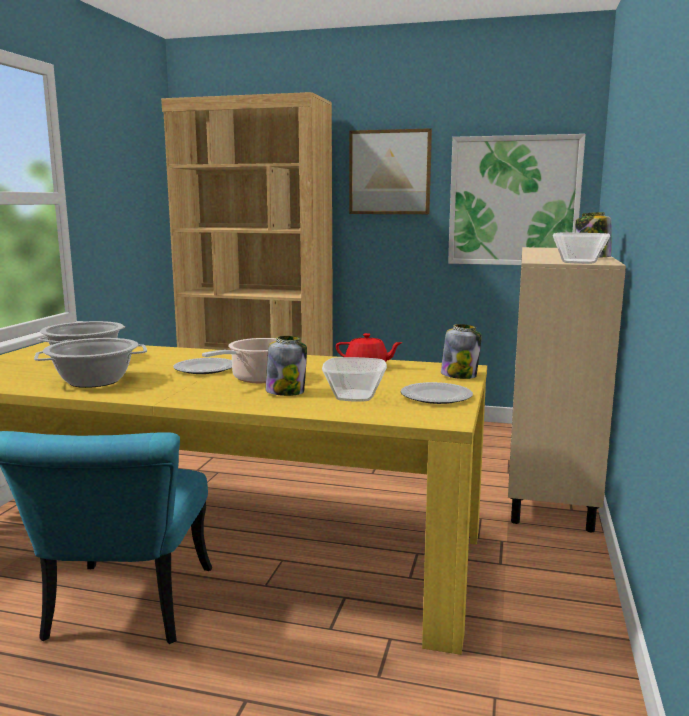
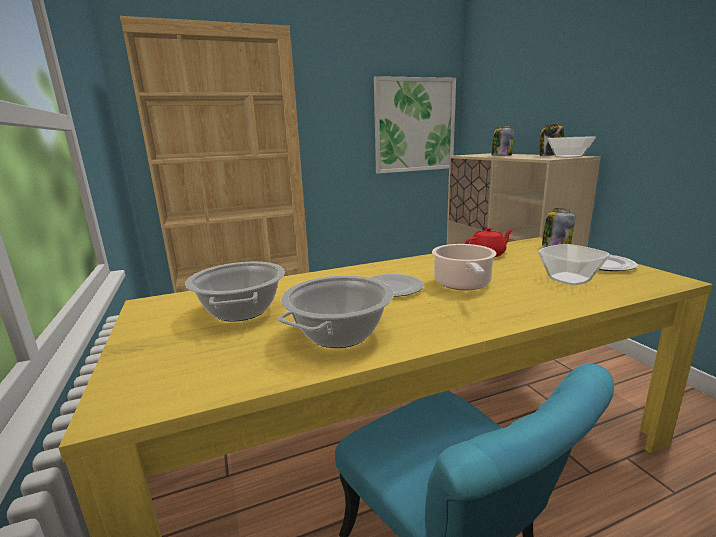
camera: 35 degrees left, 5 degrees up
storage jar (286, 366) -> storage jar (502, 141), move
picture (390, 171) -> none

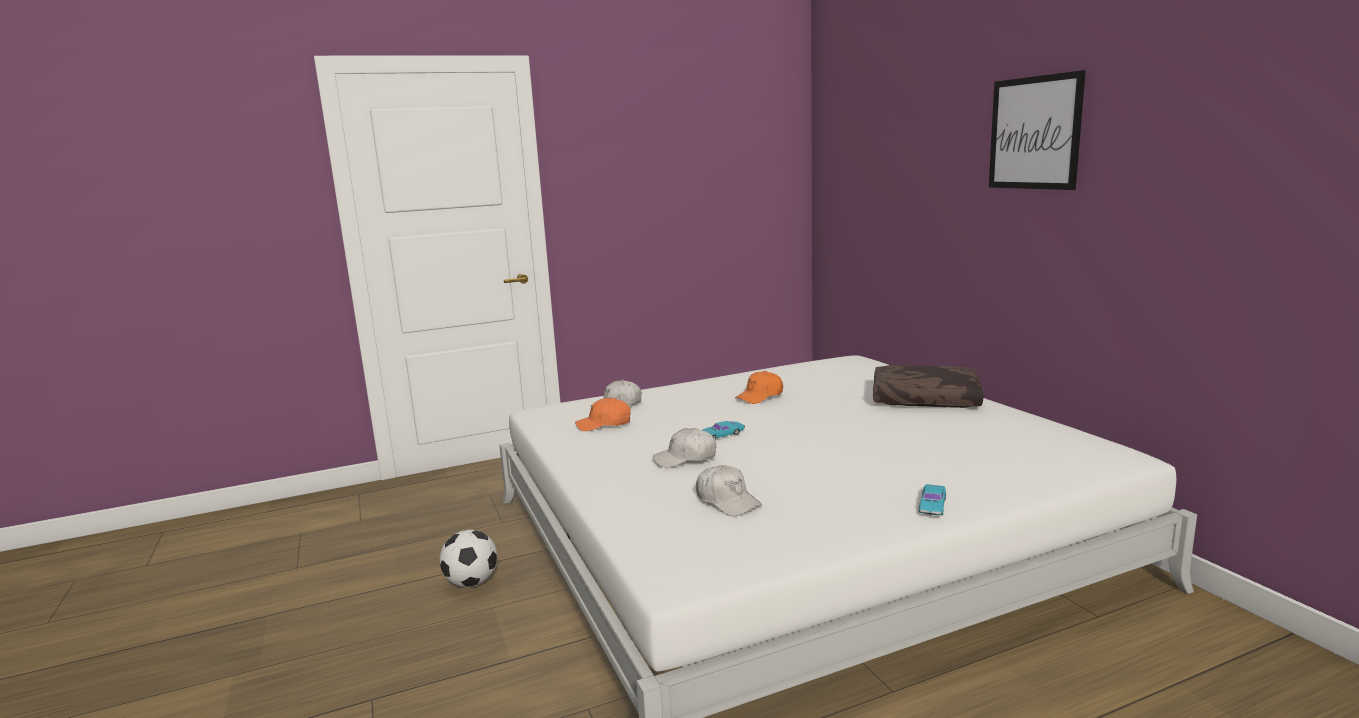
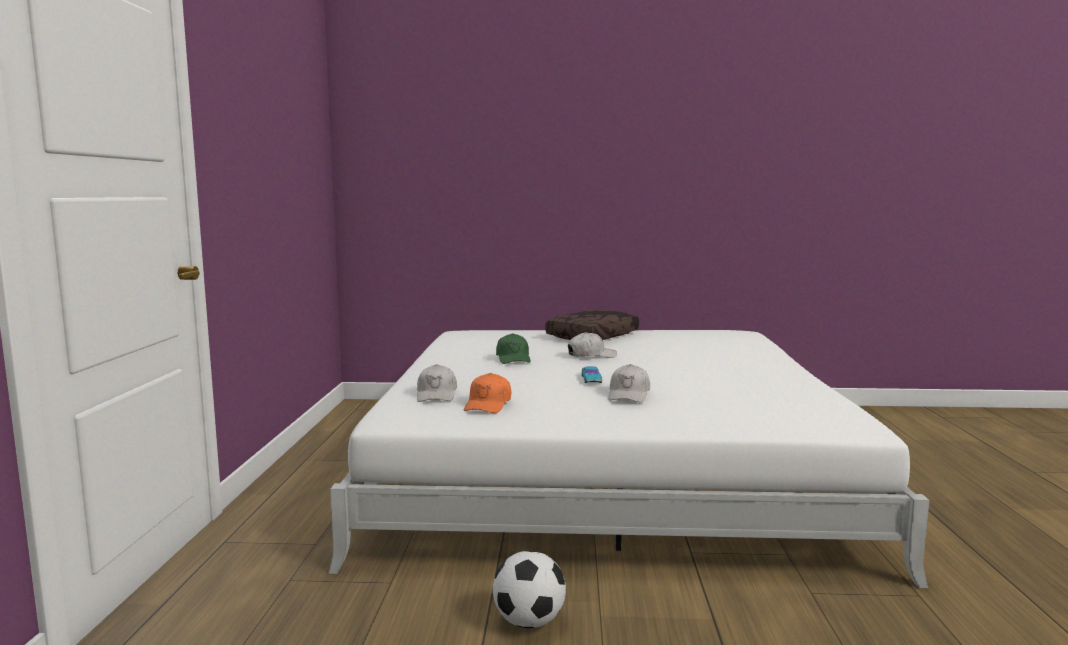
camera: 65 degrees left, 5 degrees down
baseball cap/whitish (729, 490) -> baseball cap/whitish (592, 345), move
baseball cap/orangey (759, 387) -> baseball cap/green-coloured (513, 348)
toy car/turquoise (932, 500) -> none
picture (1037, 130) -> none

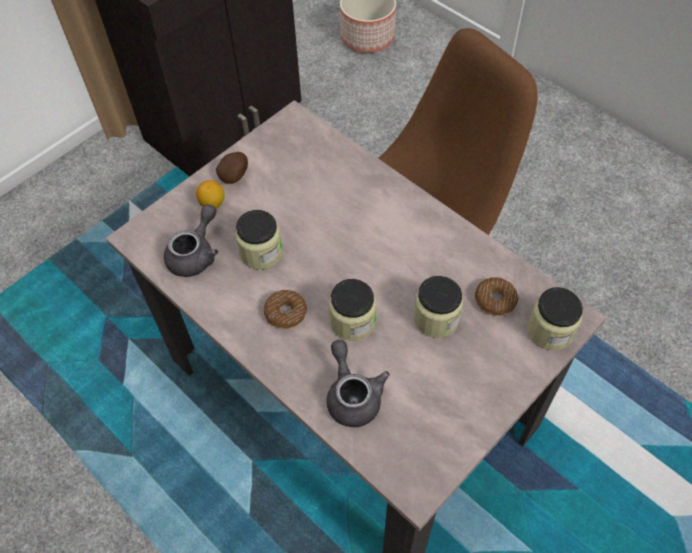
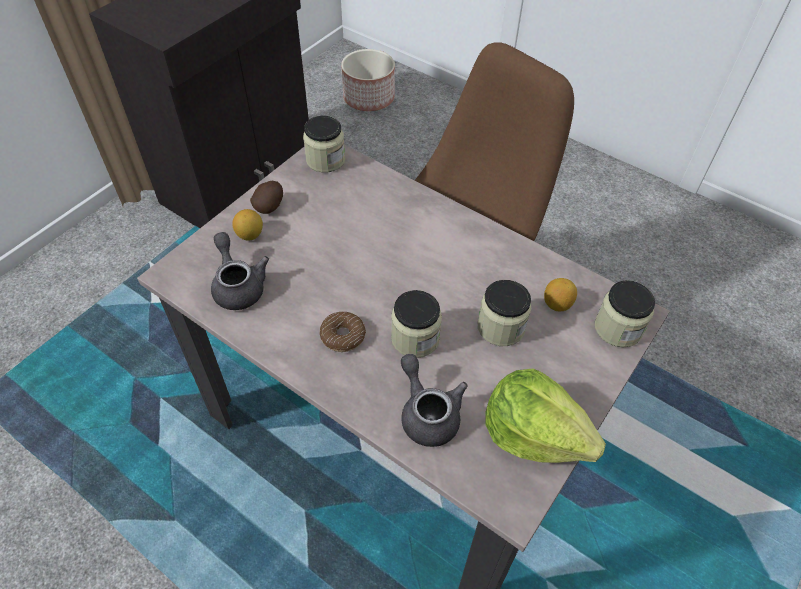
camera: 10 degrees left, 5 degrees down
pot for tea/gray (191, 240) -> pot for tea/gray (240, 271), 45 degrees counterclockwise
storage jar (259, 240) -> storage jar (324, 144), move
ring doughnut (496, 296) -> citrus fruit (560, 295)
none -> lettuce head (546, 415)

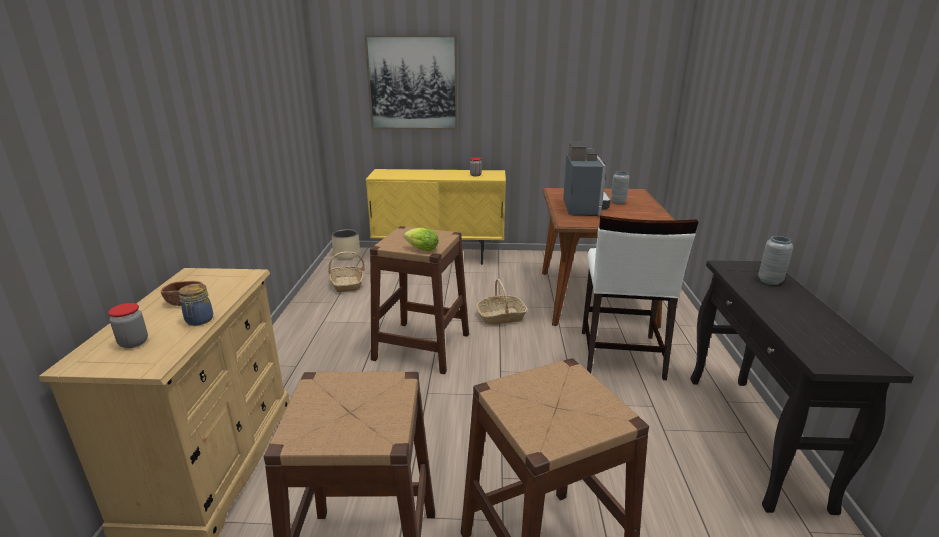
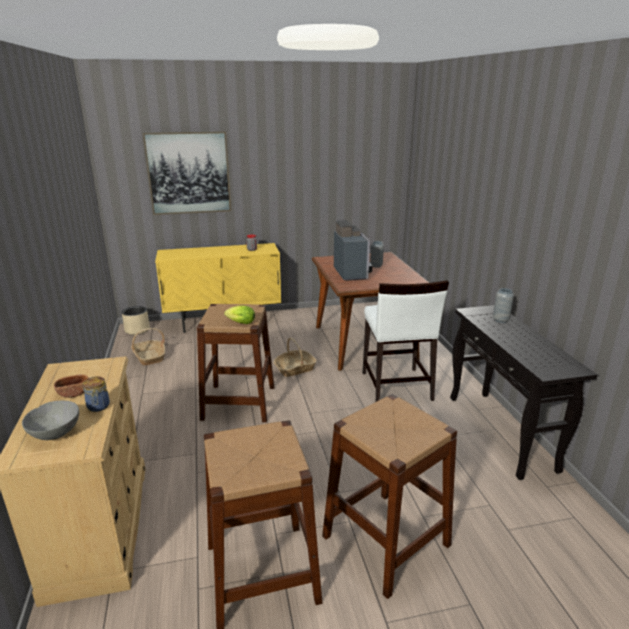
camera: 15 degrees left, 0 degrees up
storage jar (128, 325) -> serving bowl/gray (50, 420)

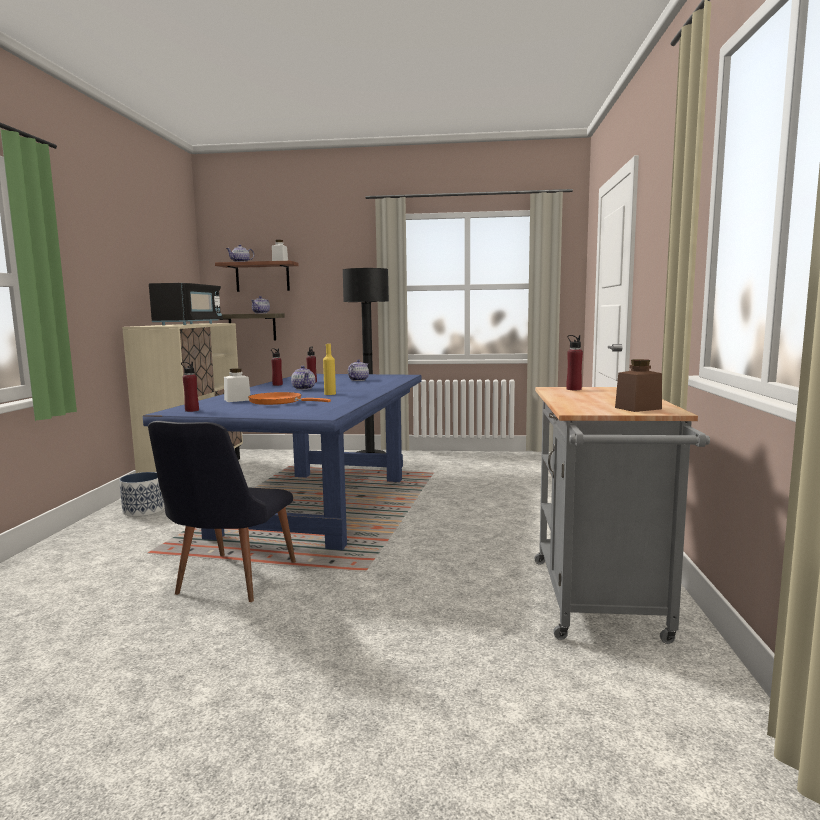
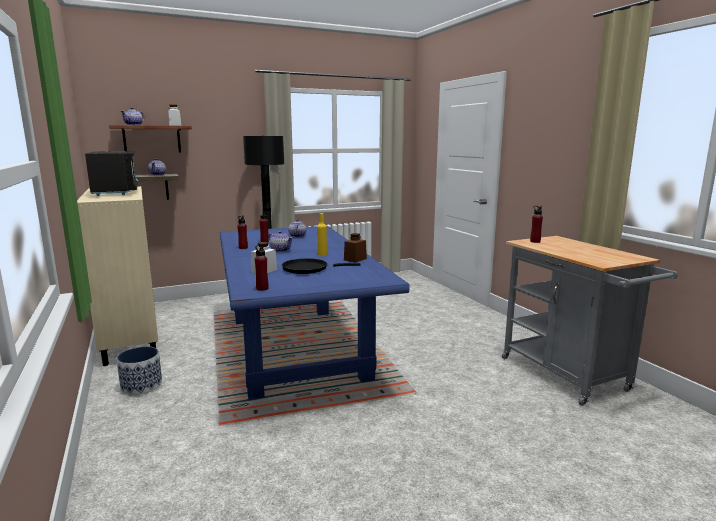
camera: 30 degrees left, 5 degrees up
upright chair/black (222, 511) -> none
frying pan/orangey (289, 398) -> frying pan/black (321, 266)
storage jar/brownish (638, 385) -> storage jar/brownish (355, 248), move

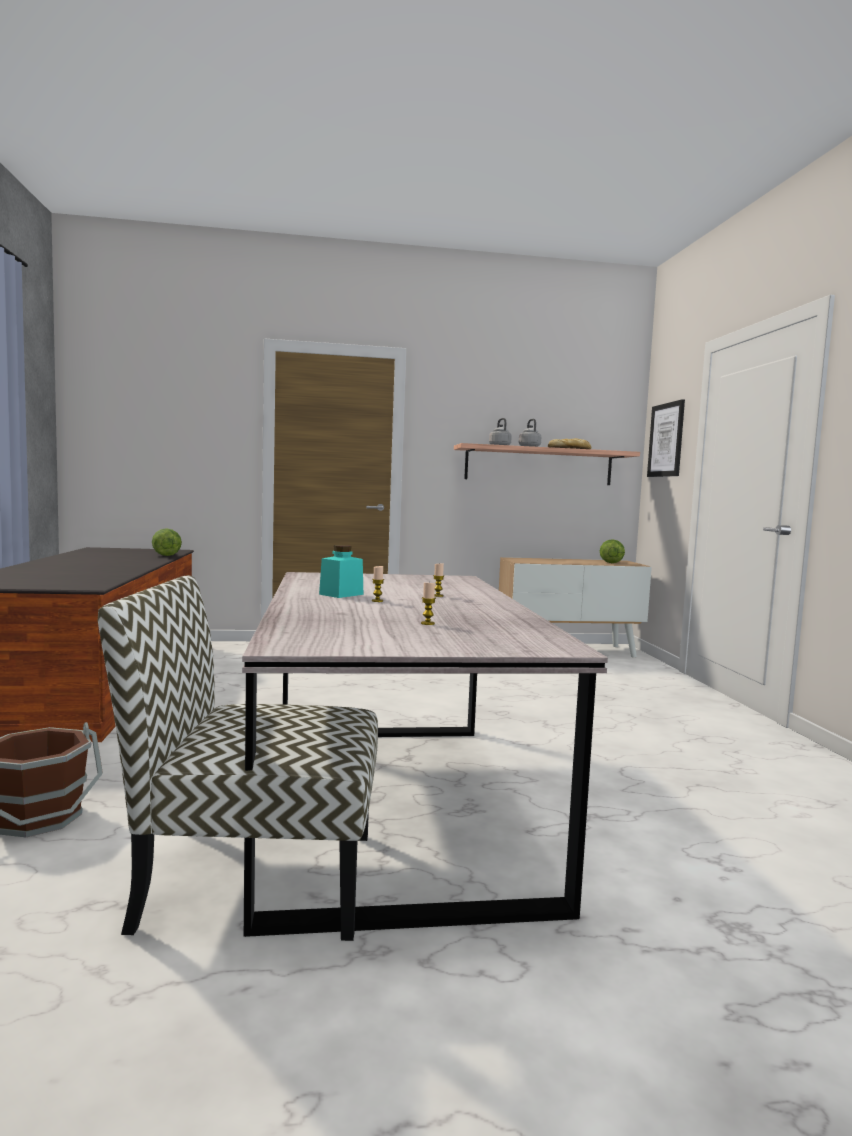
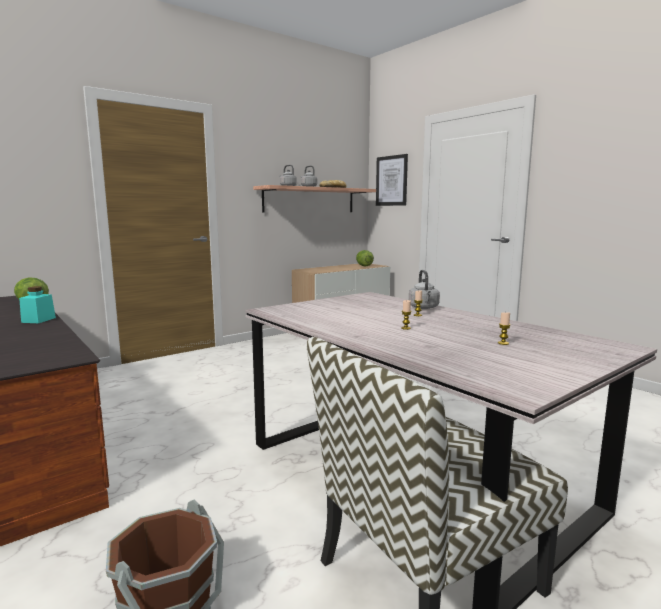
camera: 30 degrees left, 5 degrees up
storage jar/turquoise (341, 571) -> storage jar/turquoise (37, 304), move
none -> tea kettle/gray (424, 289)

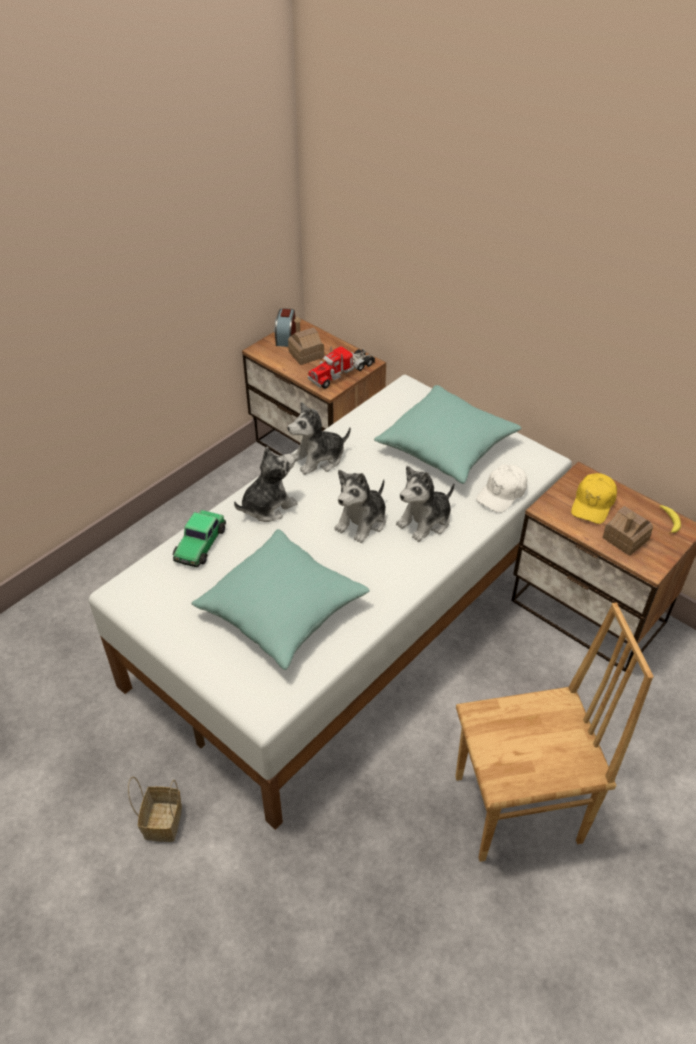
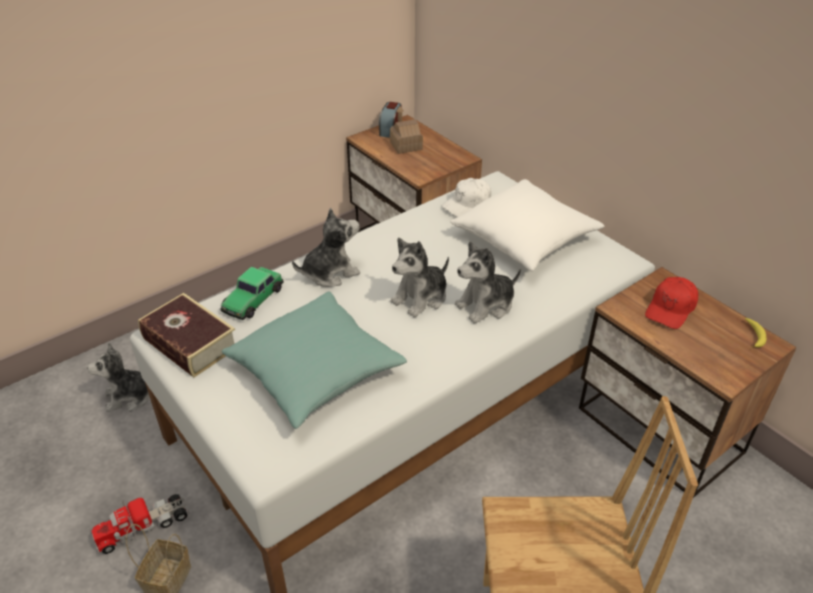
camera: 10 degrees right, 5 degrees down
soft toy (319, 438) -> soft toy (118, 377), move
toy truck (341, 367) -> toy truck (140, 524), move
throw pillow/turquoise (447, 434) -> throw pillow/whitish (527, 225)
baseball cap/whitish (501, 489) -> baseball cap/whitish (466, 197), move
baseball cap/yellow (594, 498) -> baseball cap/red-coloured (671, 303)
model house (627, 531) -> none
none -> volume (186, 335)

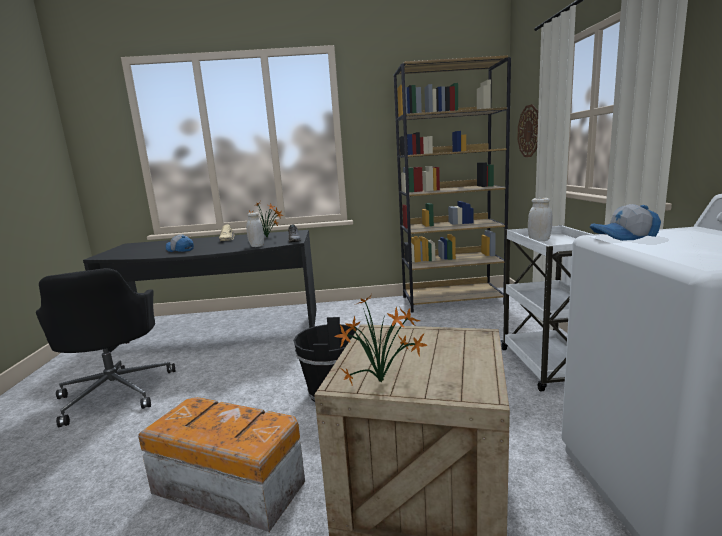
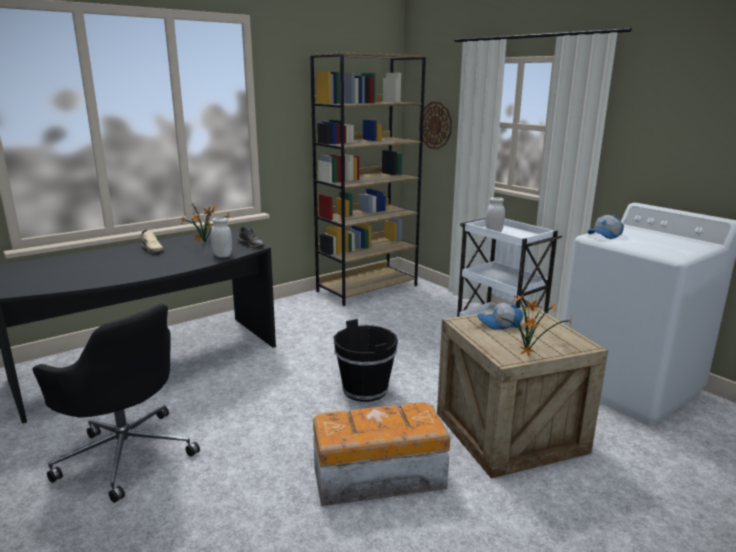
camera: 35 degrees left, 5 degrees up
baseball cap (180, 243) -> baseball cap (500, 316), move

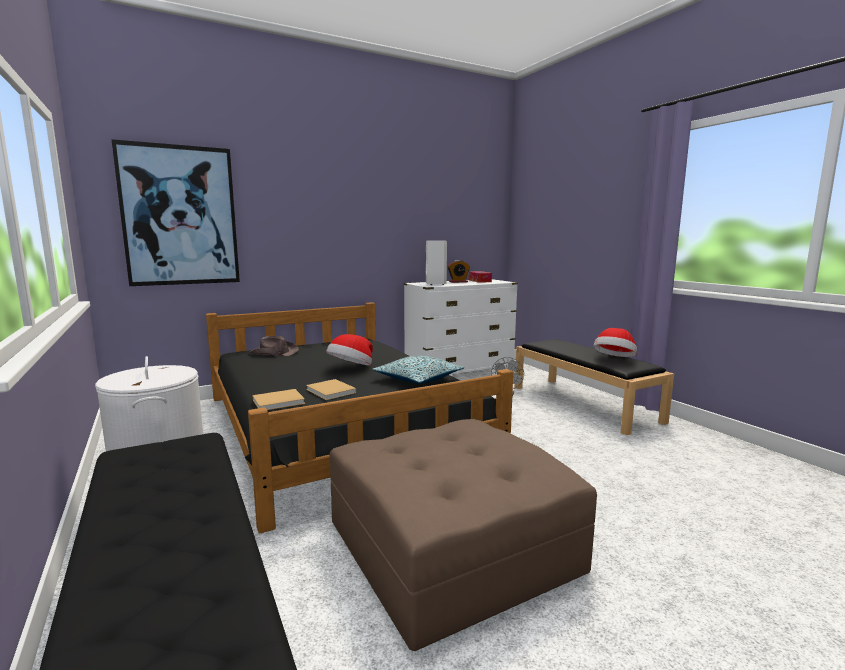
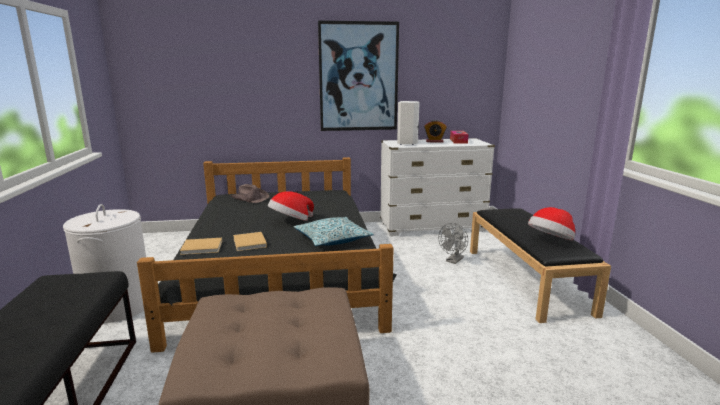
camera: 20 degrees right, 5 degrees up
picture (175, 212) -> picture (358, 75), move

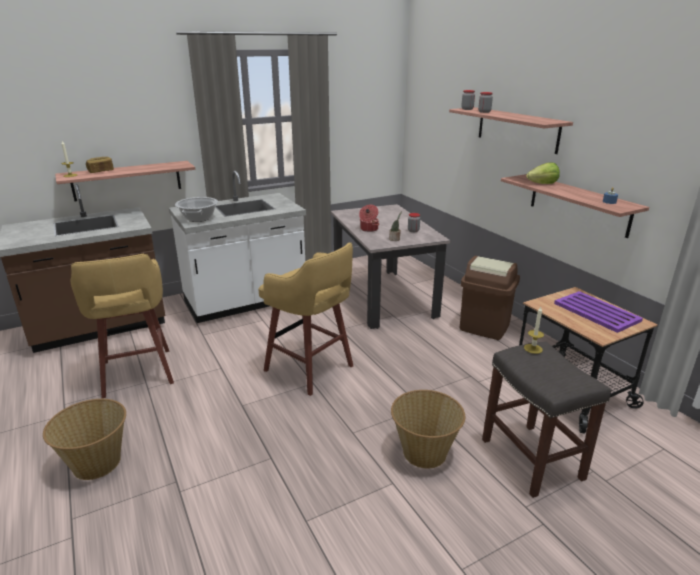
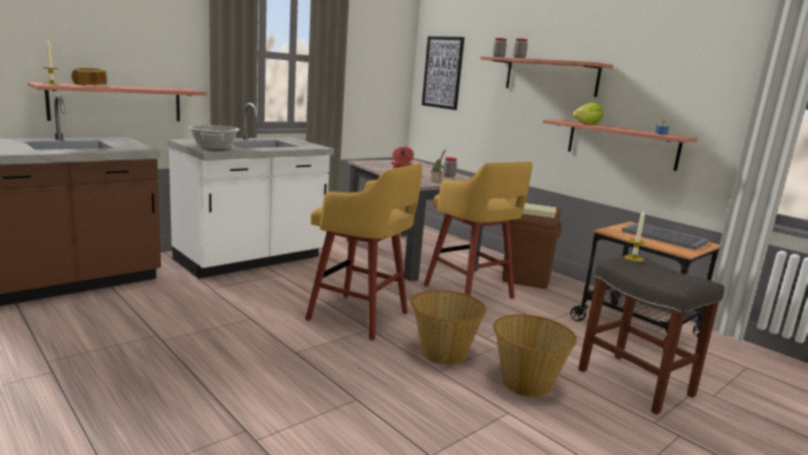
camera: 15 degrees left, 10 degrees down
storage basket (84, 439) -> storage basket (449, 327), move
stool seat/yellow (122, 326) -> stool seat/yellow (478, 230), move
tray/purple-coloured (598, 312) -> tray/gray (665, 236)
none -> picture (443, 73)

